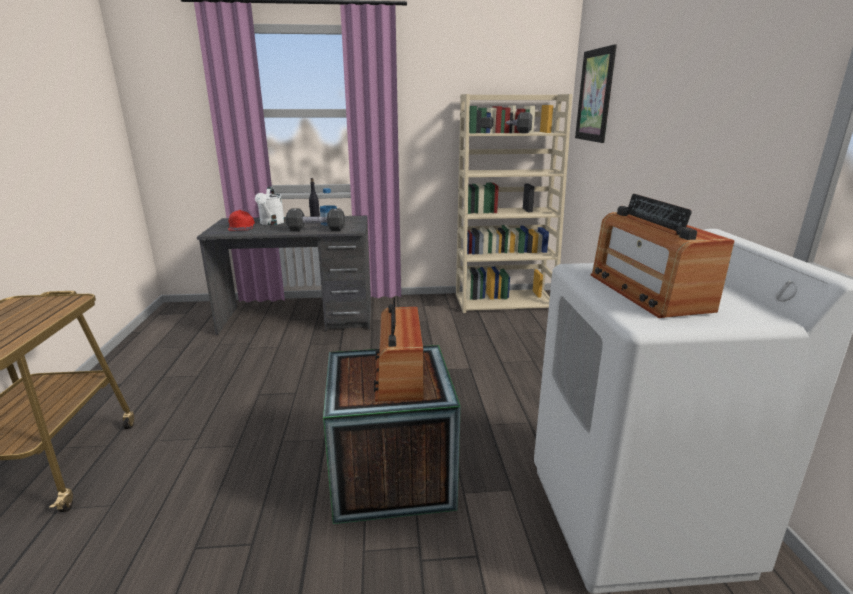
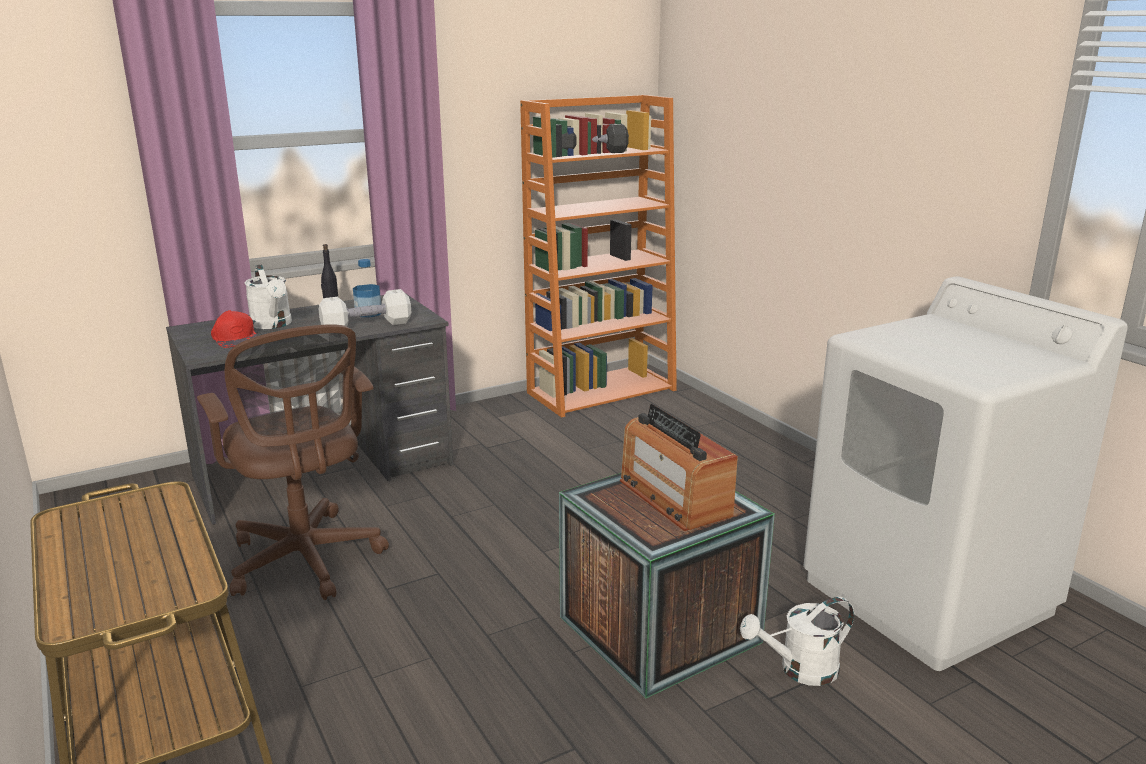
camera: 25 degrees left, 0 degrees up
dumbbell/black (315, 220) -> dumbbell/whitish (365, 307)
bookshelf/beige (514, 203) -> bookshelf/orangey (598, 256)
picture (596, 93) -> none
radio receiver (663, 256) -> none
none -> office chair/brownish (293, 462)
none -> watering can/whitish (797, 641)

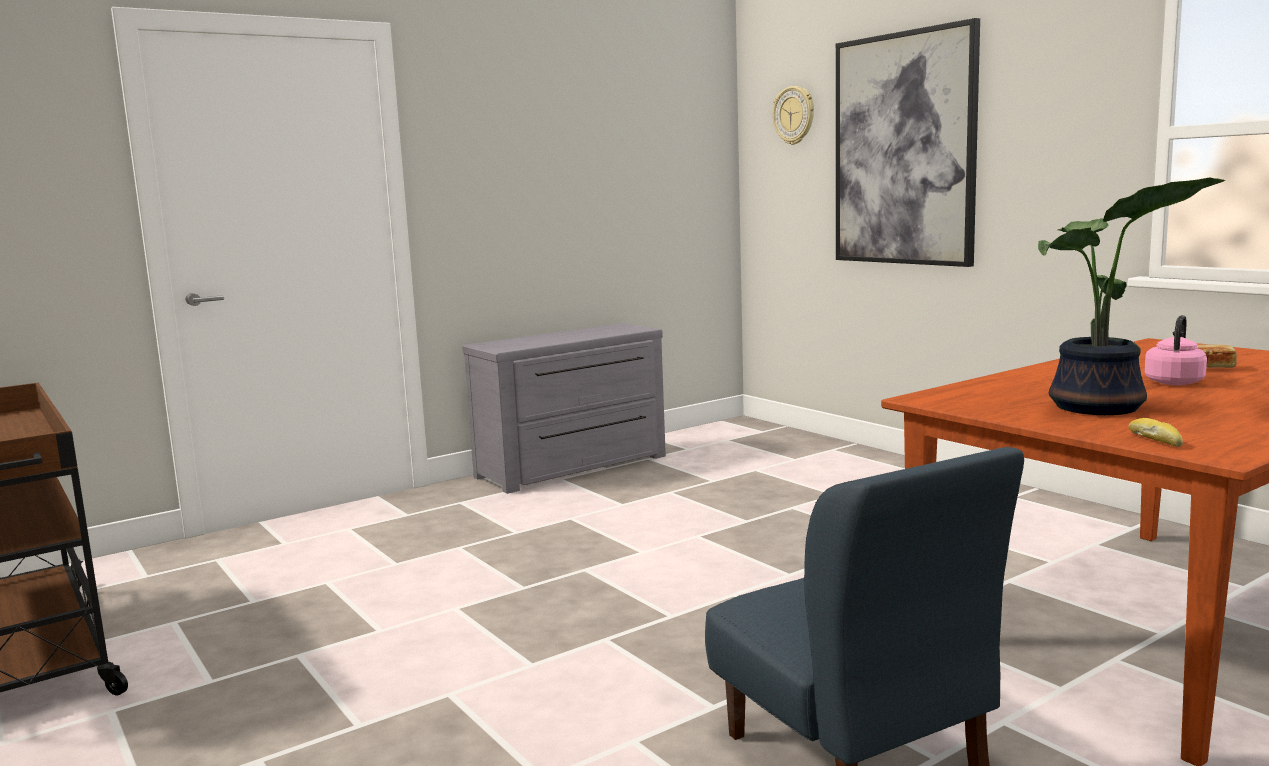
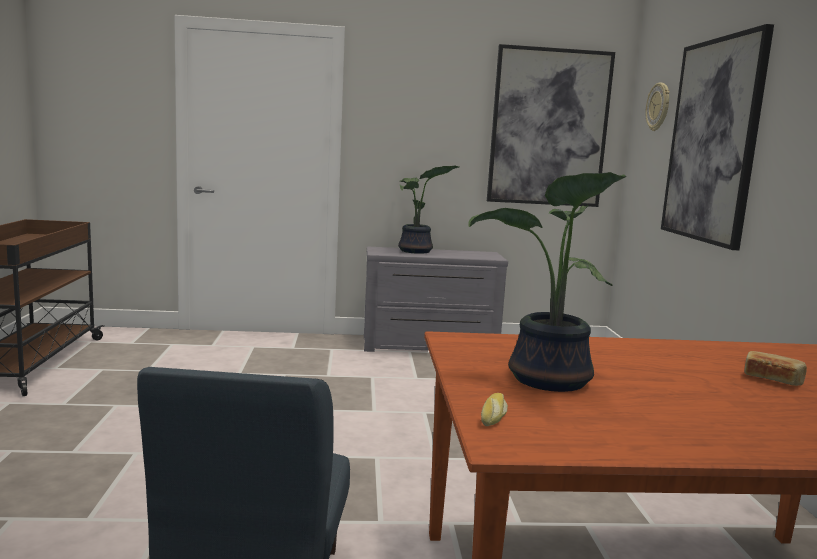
camera: 30 degrees right, 0 degrees up
tea kettle/pinkish (1175, 350) -> none
none -> plant in a pot (428, 210)
none -> picture (551, 125)

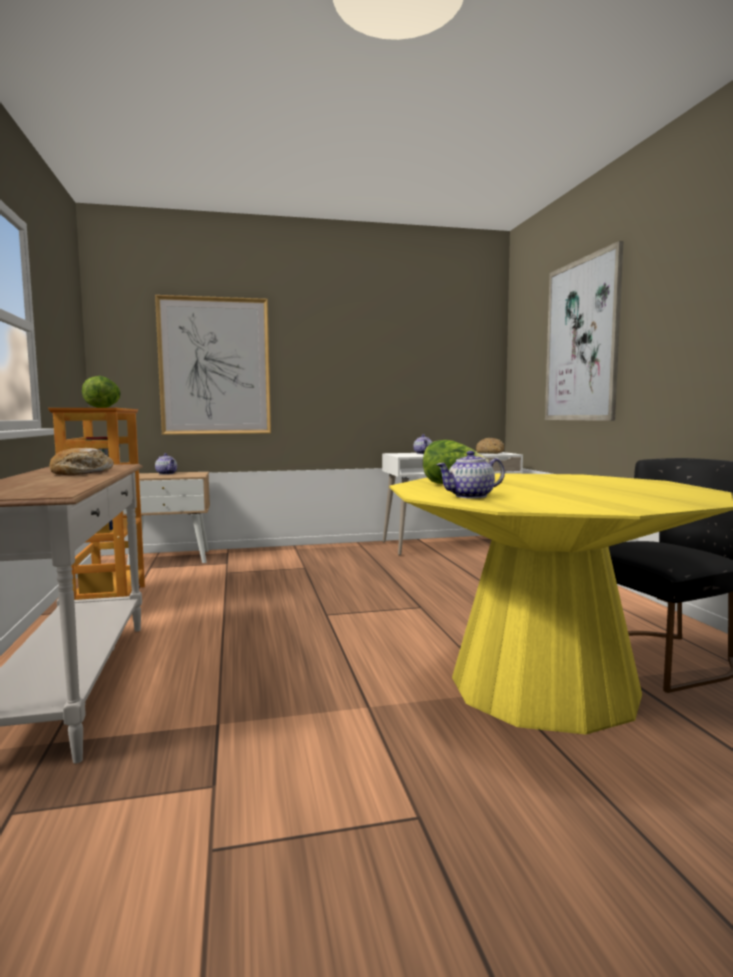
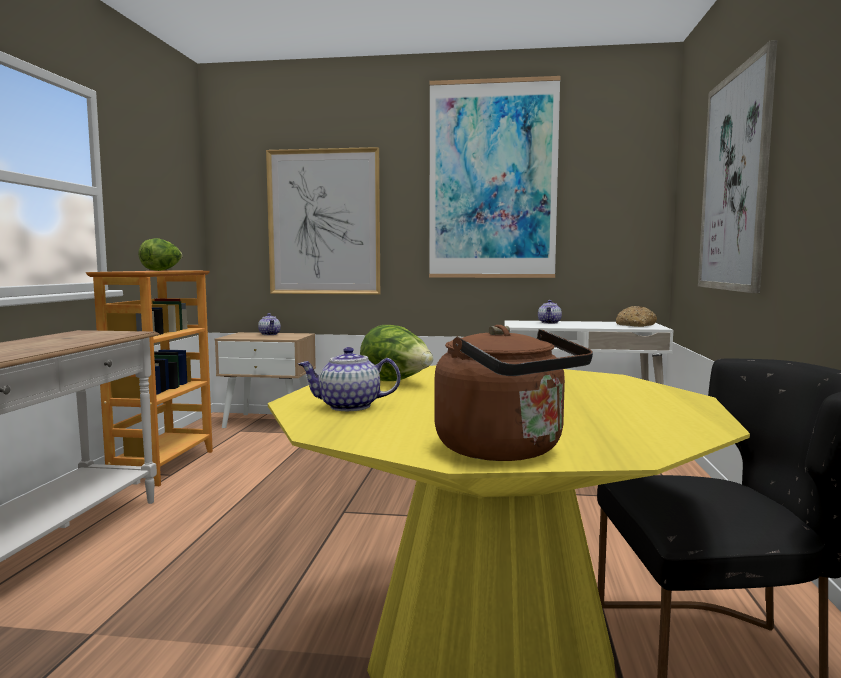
camera: 20 degrees right, 0 degrees up
bakery bread (81, 461) -> none
none -> picture (495, 177)
none -> tea kettle/brownish (513, 393)

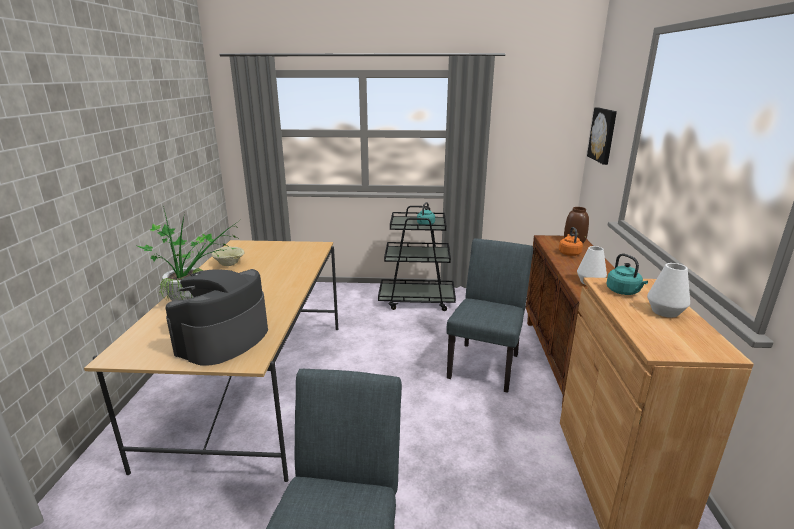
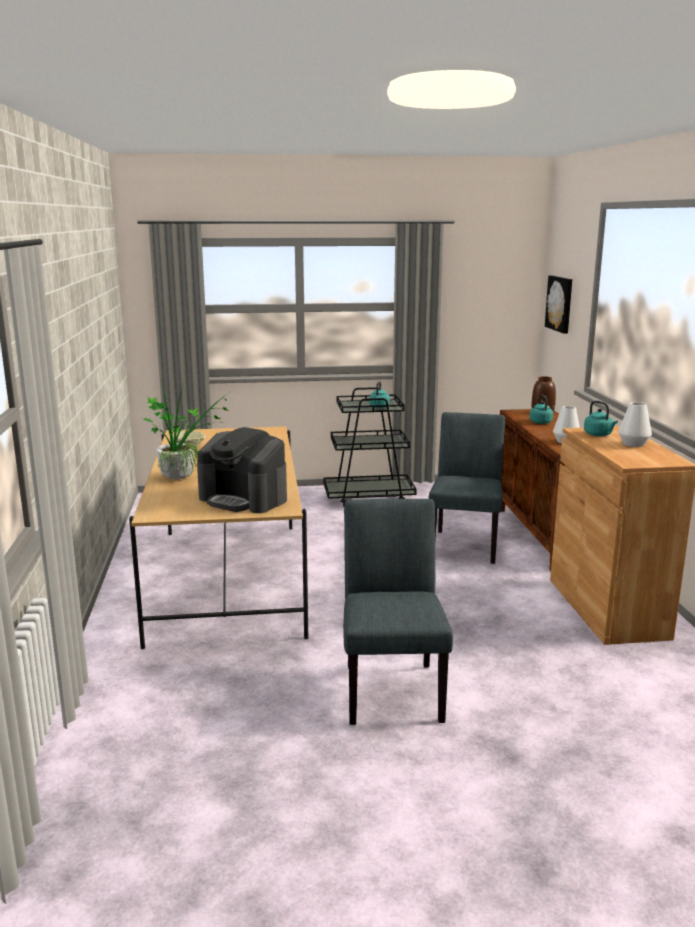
camera: 10 degrees left, 5 degrees down
coffee machine (216, 317) -> coffee machine (242, 470), 75 degrees counterclockwise
tea kettle/orangey (571, 241) -> tea kettle/turquoise (541, 409)

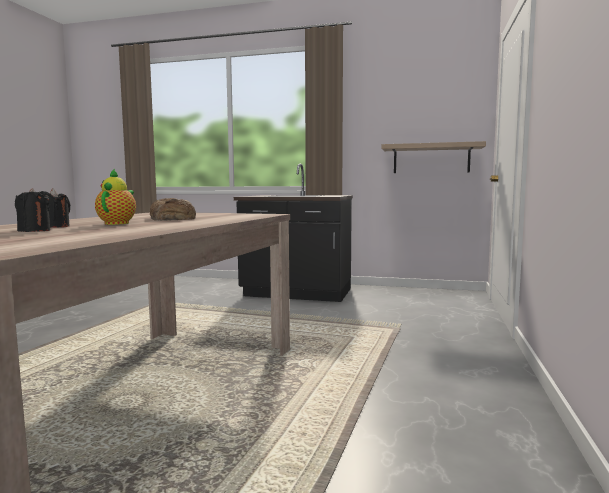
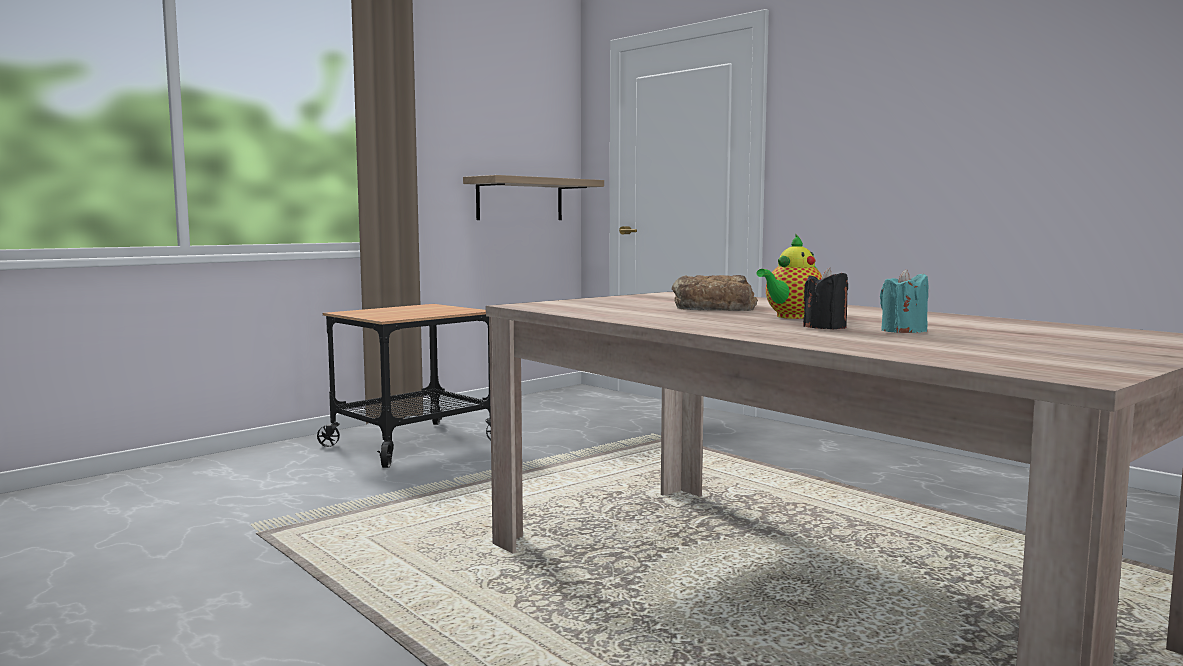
camera: 60 degrees left, 0 degrees up
wax light/black (32, 210) -> wax light/turquoise (904, 301)
pot for tea (115, 196) -> pot for tea (789, 276), 75 degrees counterclockwise
kitchen base unit/black (293, 233) -> wheeled cart (404, 386)

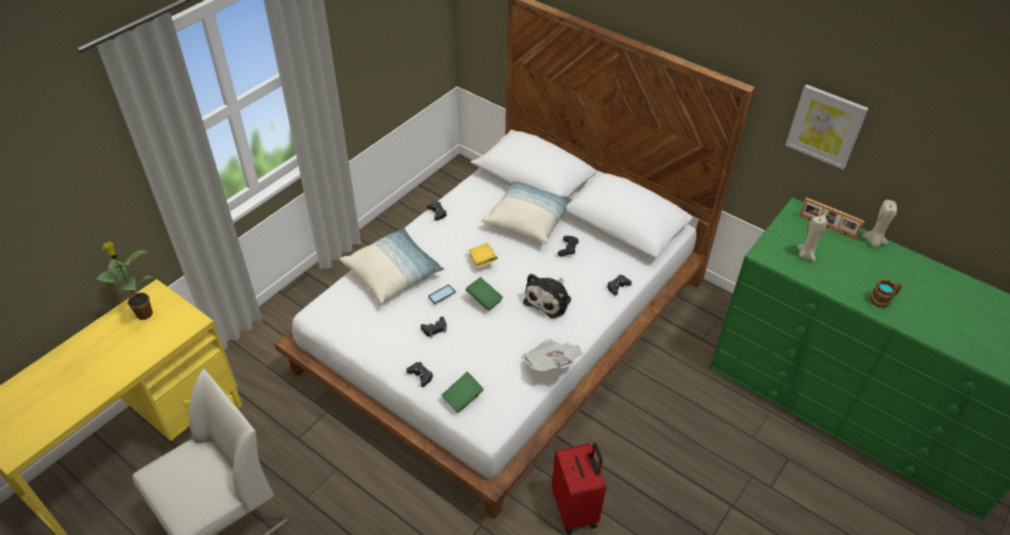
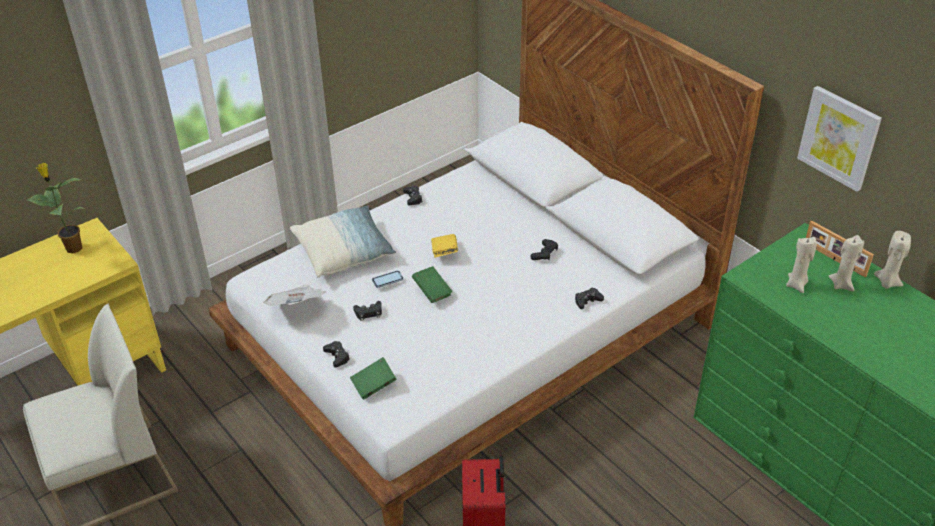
camera: 15 degrees right, 5 degrees down
throw pillow (526, 212) -> none
soft toy (547, 296) -> none
daily paper (553, 355) -> daily paper (295, 295), move
mug (886, 294) -> none
none -> wax light/beige (846, 263)

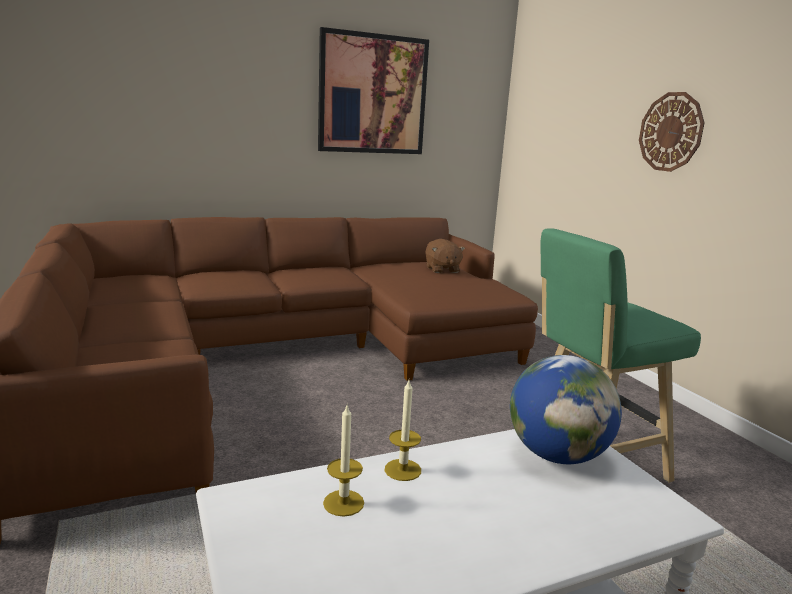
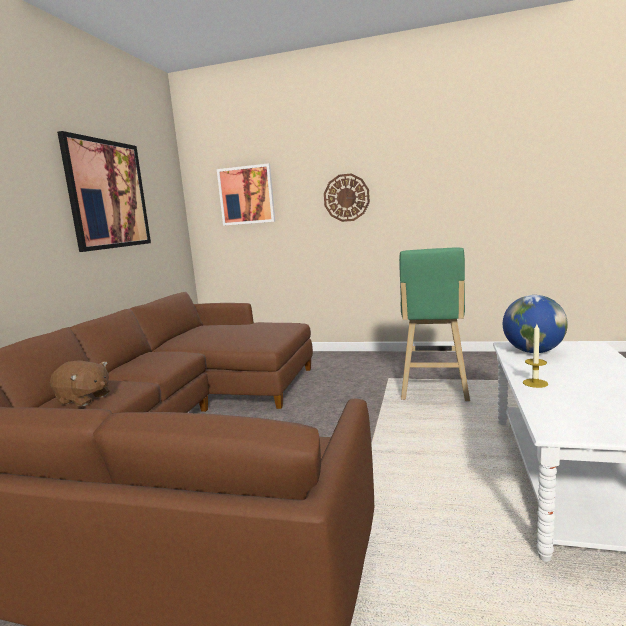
camera: 50 degrees left, 5 degrees down
wax light (343, 460) -> none
soft toy/brownish (445, 256) -> soft toy/brownish (79, 383), move
none -> picture (246, 194)

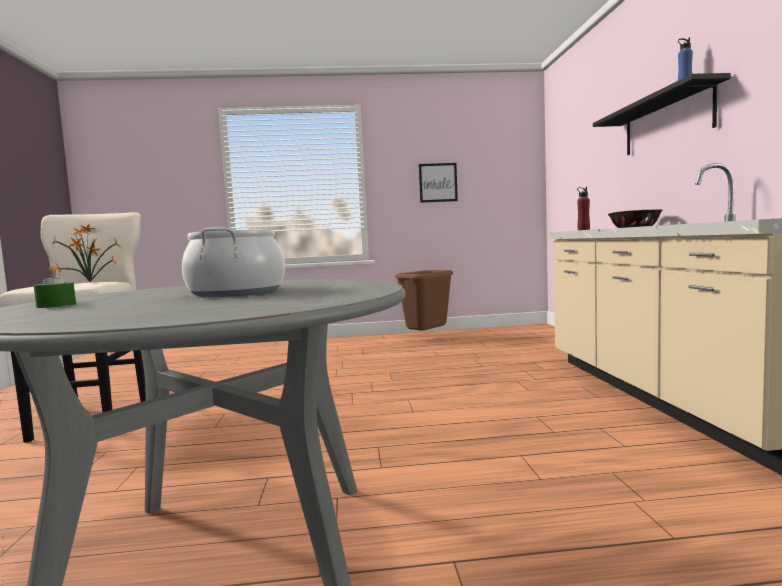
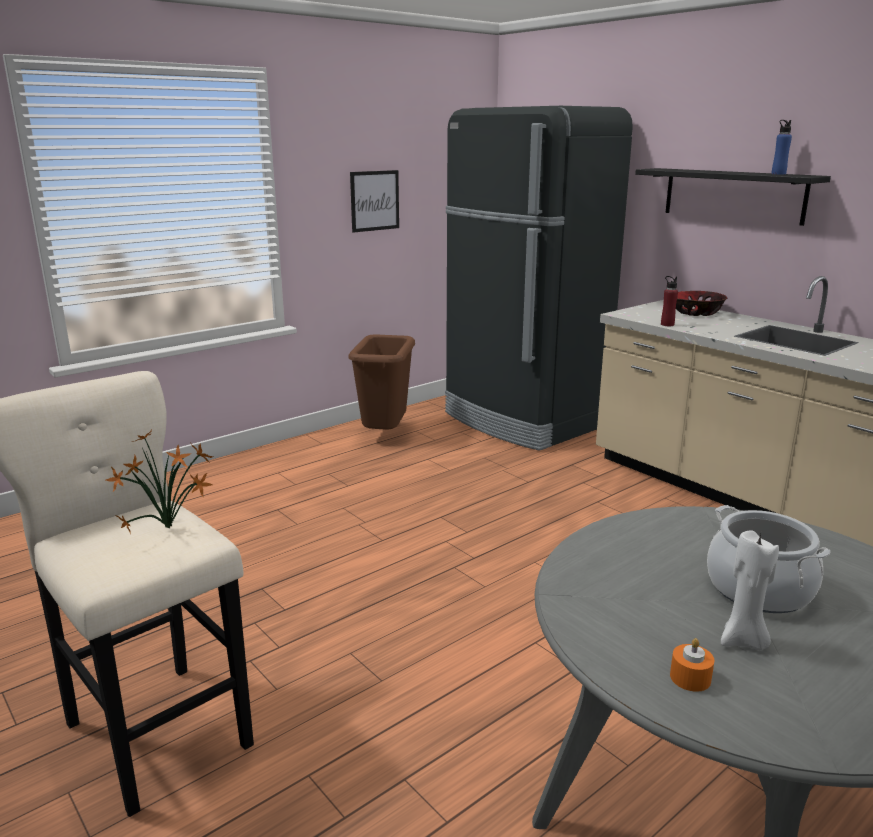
camera: 35 degrees left, 15 degrees up
wax light/green-coloured (55, 287) -> wax light/orangey (692, 665)
none -> refrigerator/black (539, 278)
none -> wax light/whitish (750, 590)

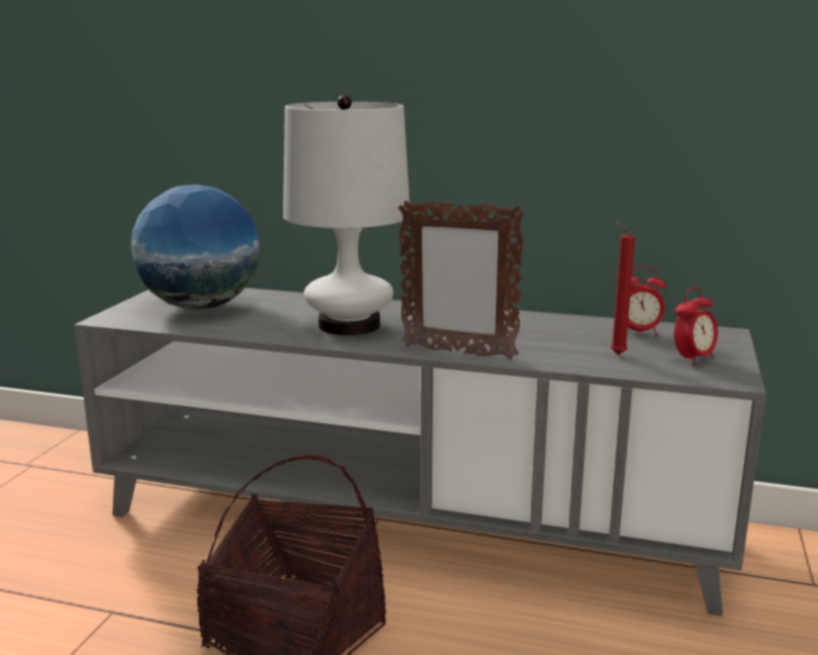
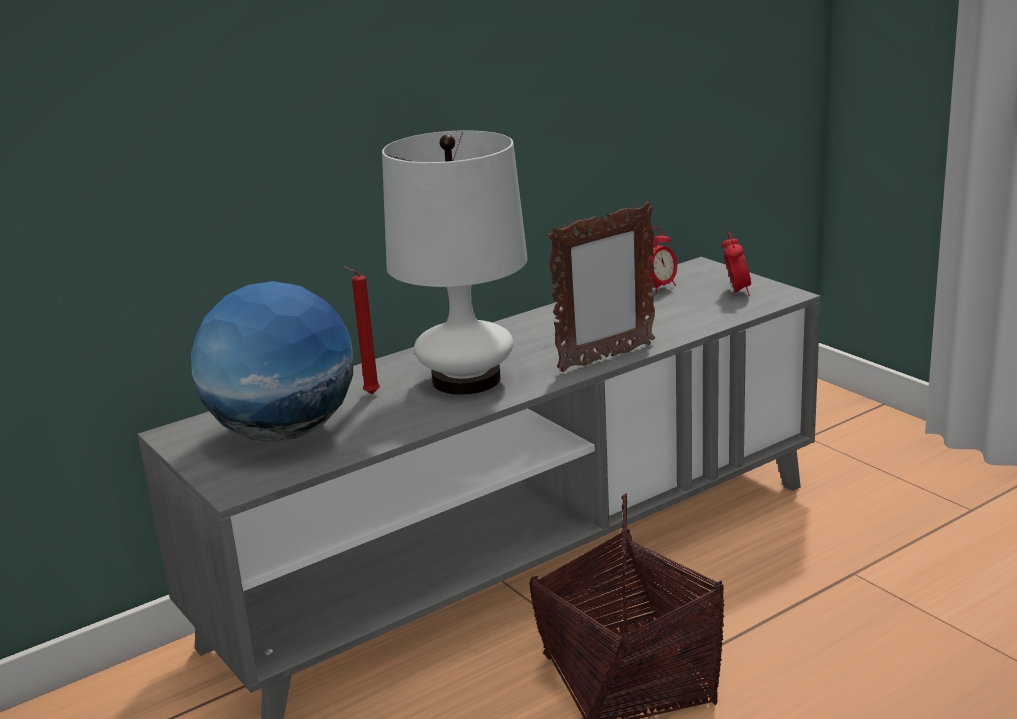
camera: 50 degrees left, 5 degrees up
wax light/red-coloured (622, 288) -> wax light/red-coloured (361, 330), move

